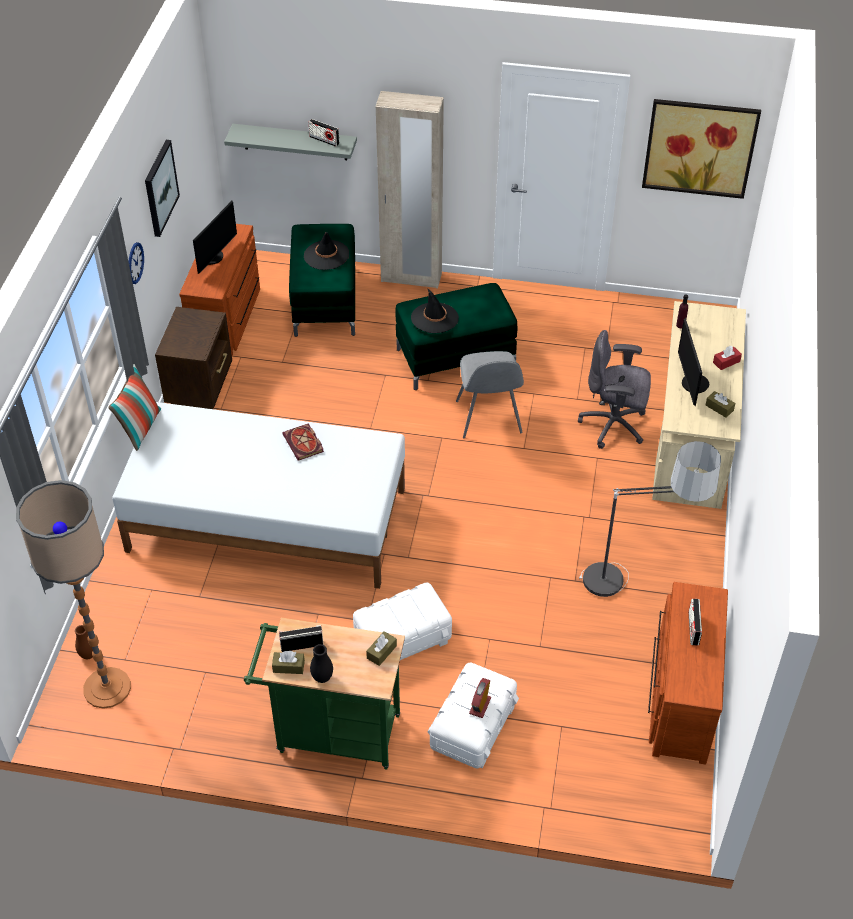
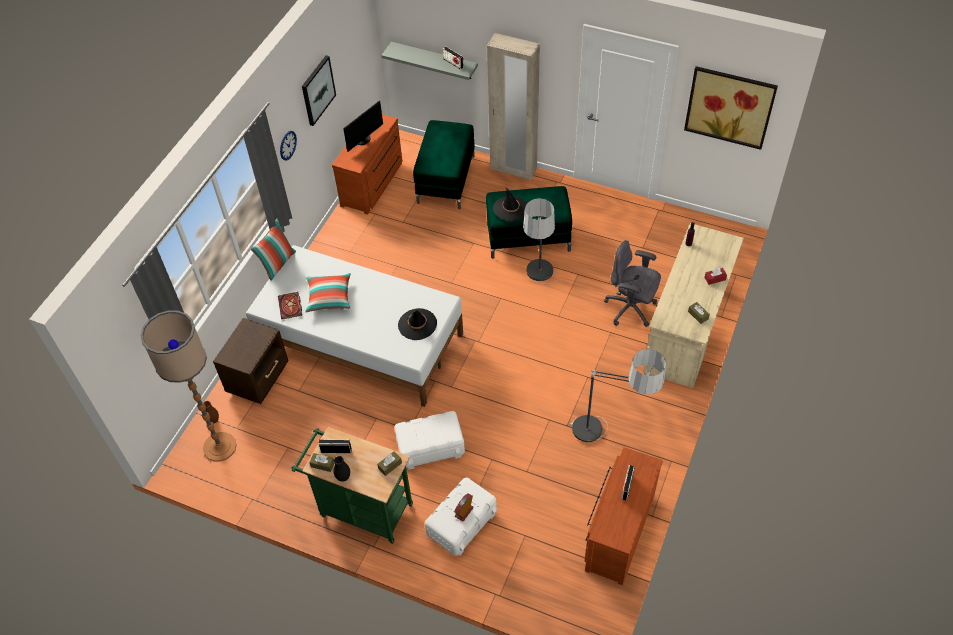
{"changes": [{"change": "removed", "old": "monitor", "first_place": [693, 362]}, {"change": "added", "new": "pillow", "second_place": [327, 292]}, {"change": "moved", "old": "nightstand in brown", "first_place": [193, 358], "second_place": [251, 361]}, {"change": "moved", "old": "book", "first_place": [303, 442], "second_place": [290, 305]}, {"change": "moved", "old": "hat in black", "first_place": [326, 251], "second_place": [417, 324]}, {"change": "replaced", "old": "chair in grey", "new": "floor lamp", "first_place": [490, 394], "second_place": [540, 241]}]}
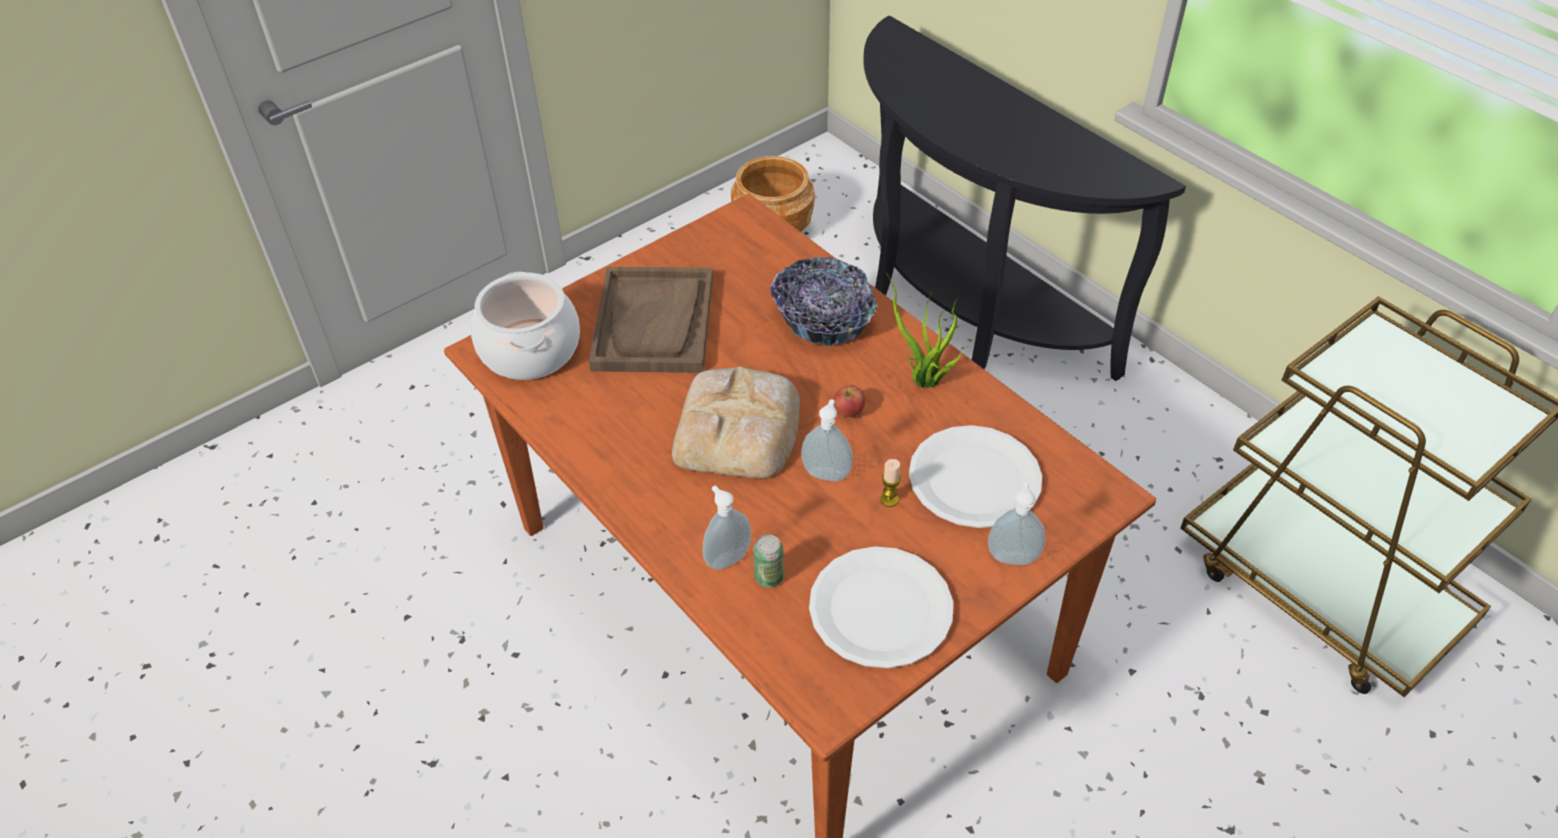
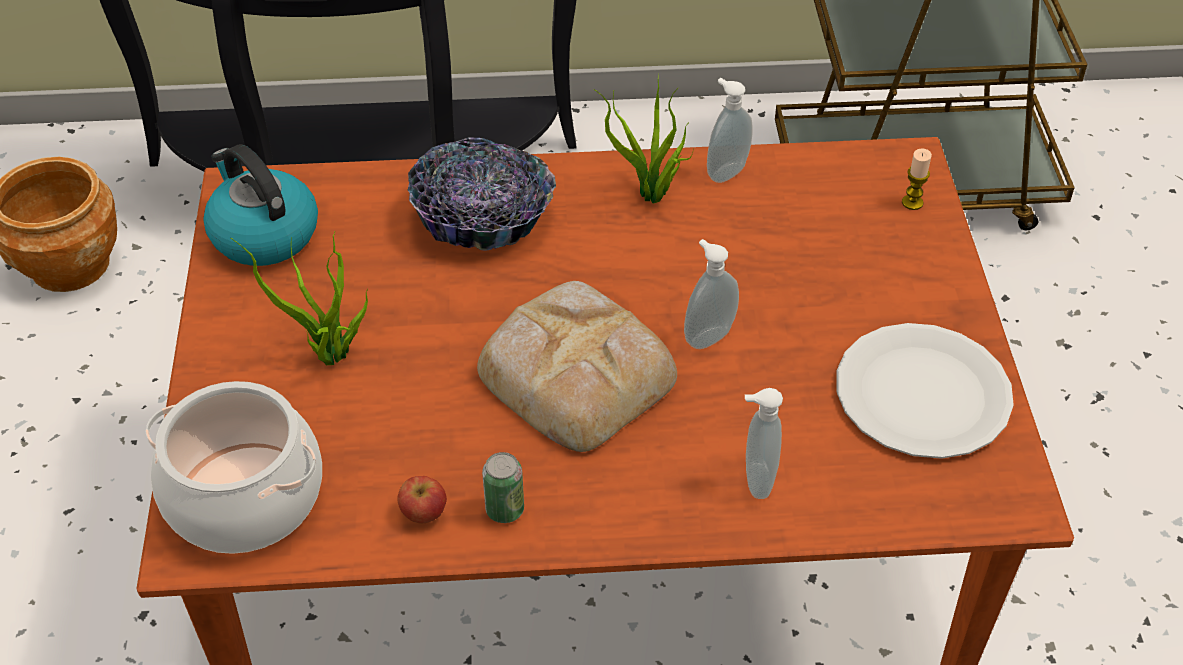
{"changes": [{"change": "removed", "old": "plate in white", "first_place": [975, 476]}, {"change": "added", "new": "kettle", "second_place": [260, 205]}, {"change": "moved", "old": "can", "first_place": [768, 561], "second_place": [503, 487]}, {"change": "moved", "old": "apple", "first_place": [849, 401], "second_place": [422, 500]}, {"change": "moved", "old": "candle", "first_place": [890, 483], "second_place": [917, 179]}, {"change": "moved", "old": "soap dispenser", "first_place": [1017, 523], "second_place": [730, 130]}, {"change": "replaced", "old": "tray in brown", "new": "potted plant", "first_place": [651, 320], "second_place": [299, 298]}]}
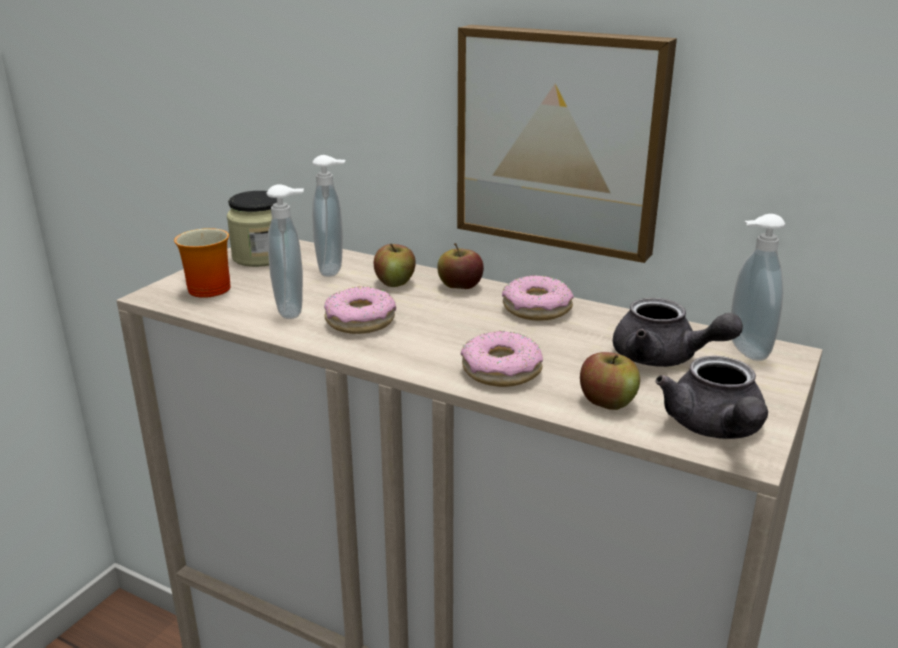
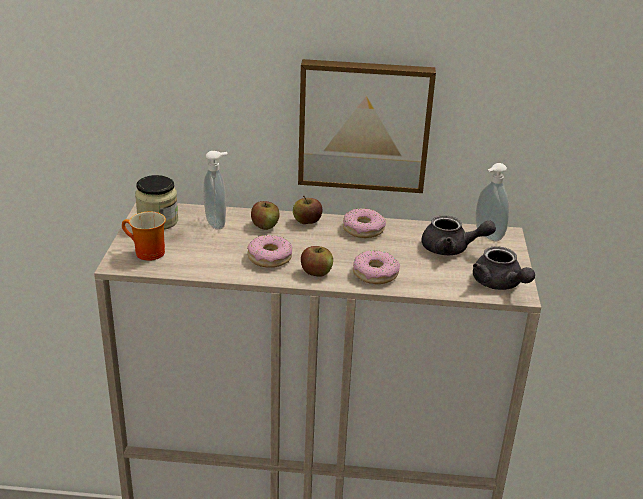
{"changes": [{"change": "removed", "old": "soap dispenser", "first_place": [285, 251]}, {"change": "moved", "old": "apple", "first_place": [610, 381], "second_place": [317, 261]}]}
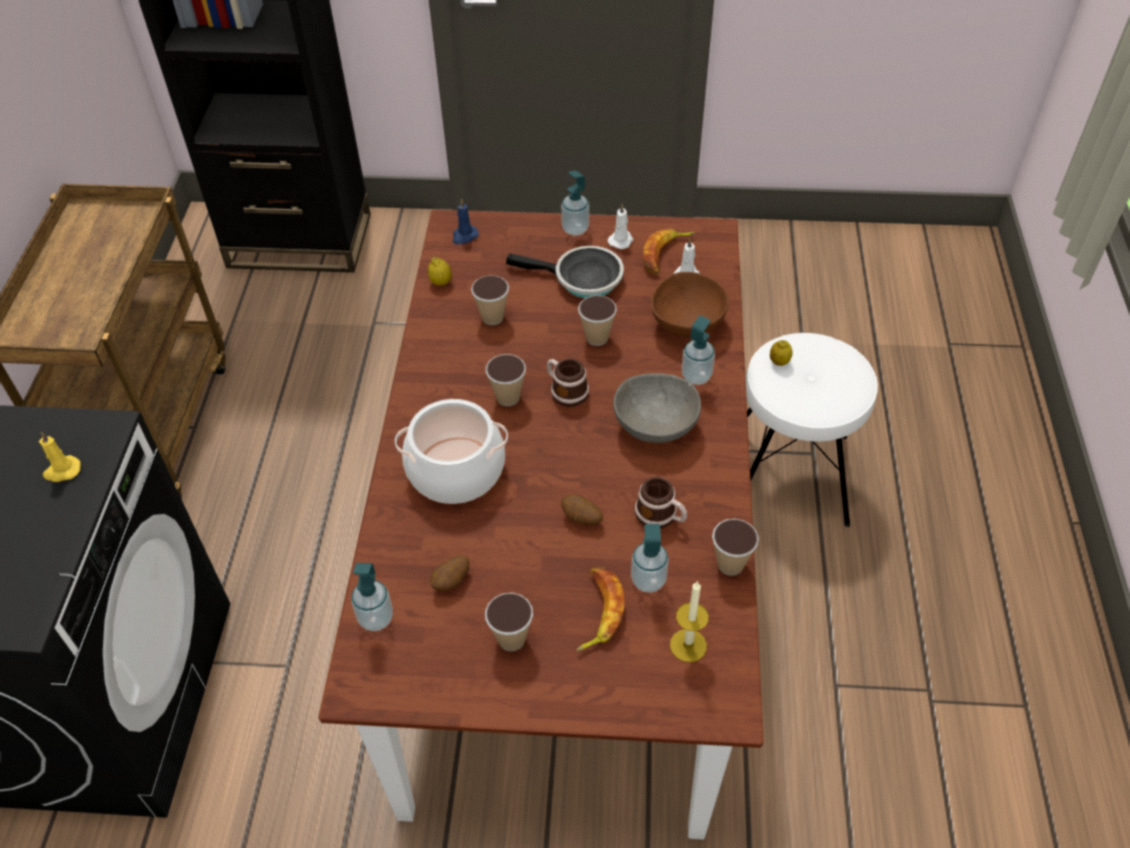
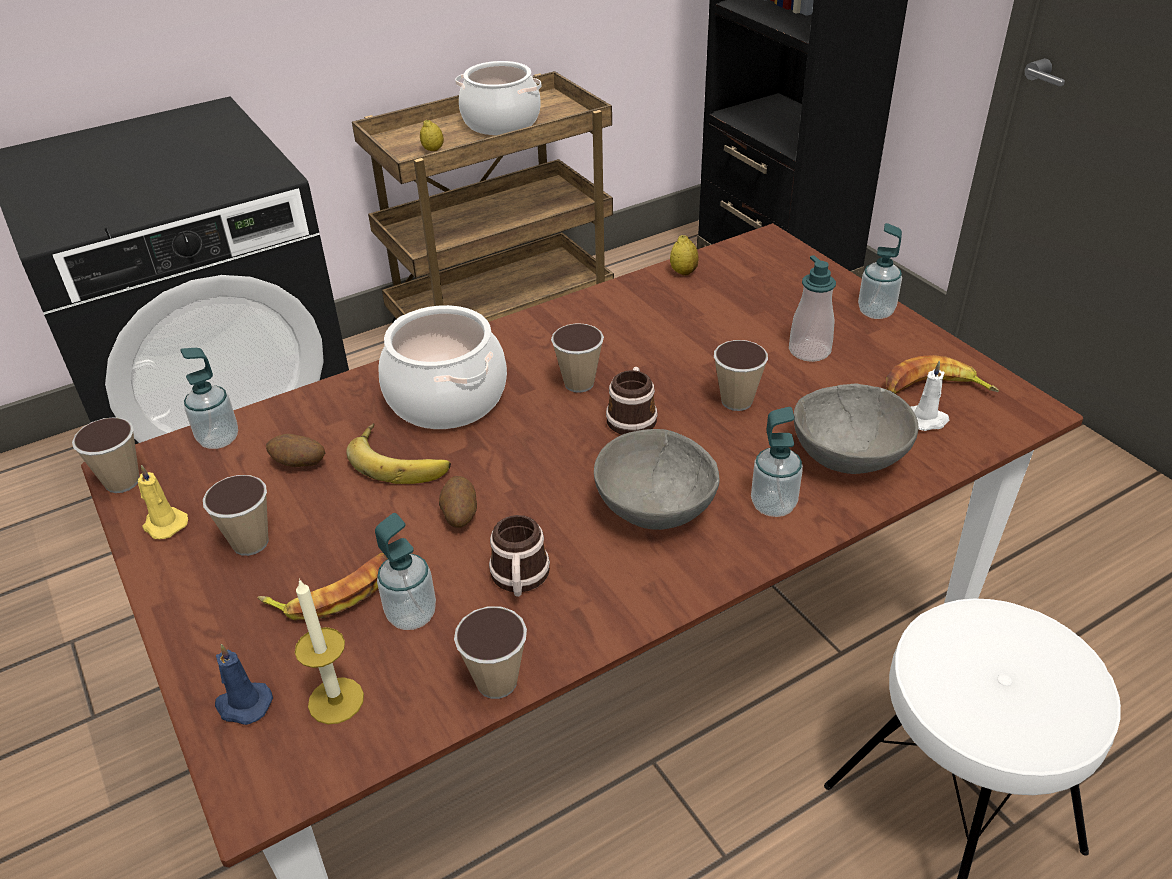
{"changes": [{"change": "removed", "old": "candle in white", "first_place": [621, 226]}, {"change": "added", "new": "banana", "second_place": [398, 453]}, {"change": "added", "new": "cooking pot", "second_place": [498, 98]}, {"change": "moved", "old": "candle in yellow", "first_place": [60, 457], "second_place": [163, 502]}, {"change": "moved", "old": "candle in blue", "first_place": [465, 221], "second_place": [244, 684]}, {"change": "moved", "old": "cup", "first_place": [490, 300], "second_place": [106, 455]}, {"change": "moved", "old": "lemon", "first_place": [781, 353], "second_place": [432, 135]}, {"change": "replaced", "old": "frying pan", "new": "soap dispenser", "first_place": [565, 272], "second_place": [812, 308]}, {"change": "recoloured", "old": "bowl in brown", "new": "bowl in grey", "first_place": [690, 304], "second_place": [856, 428]}]}
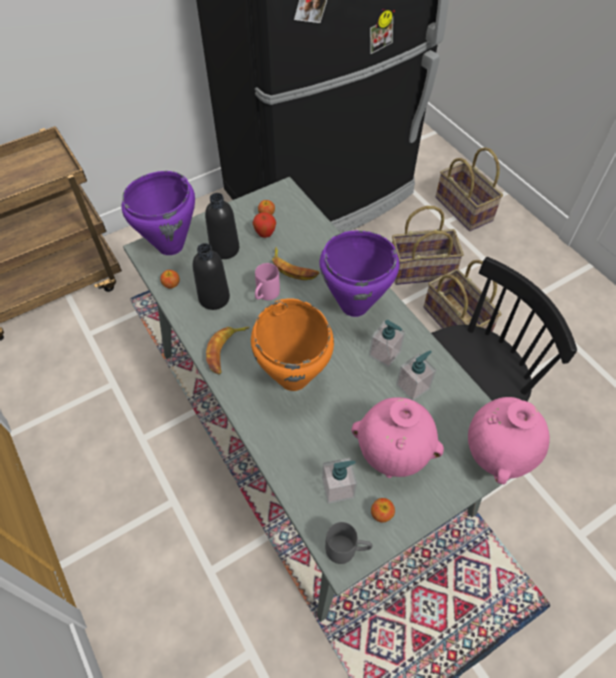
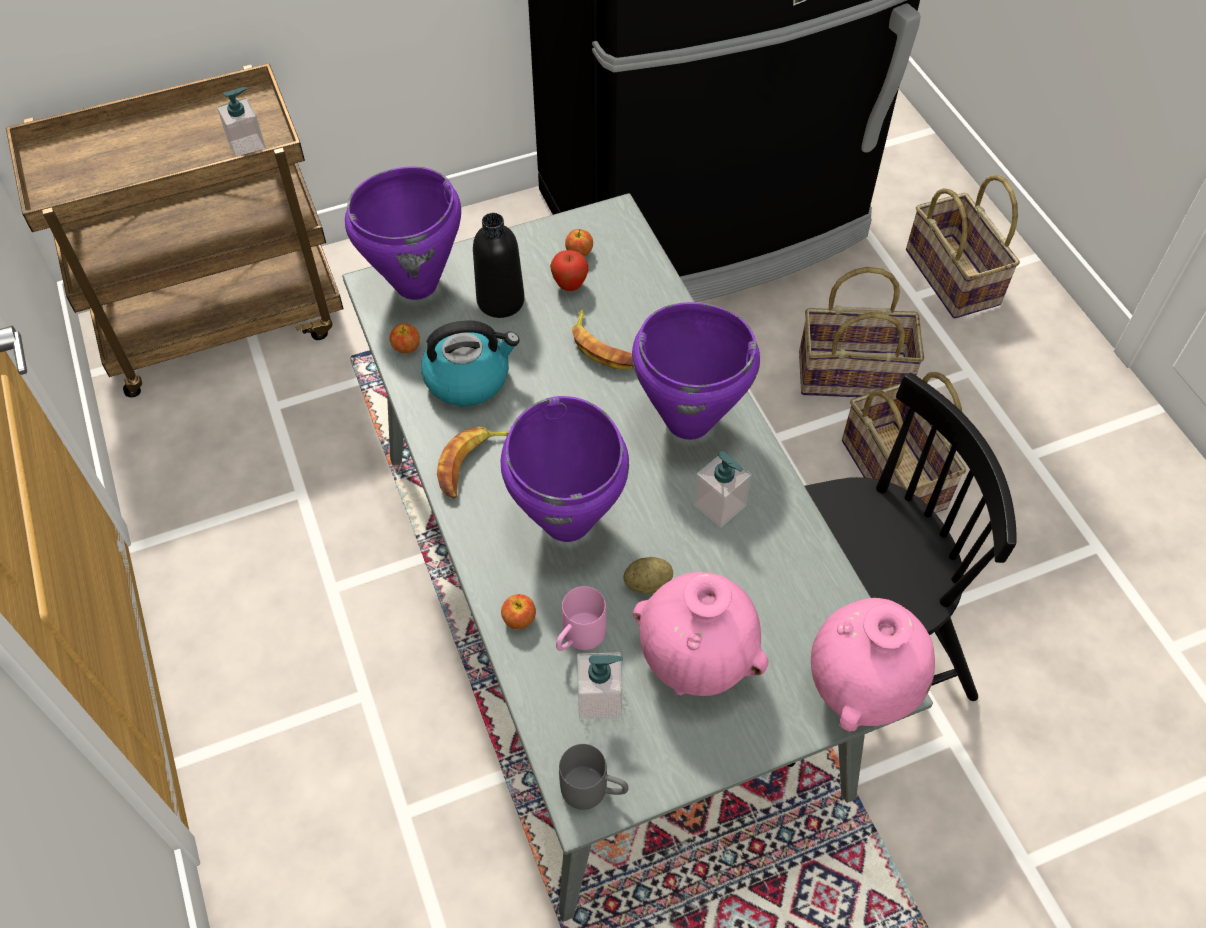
{"changes": [{"change": "added", "new": "potato", "second_place": [648, 575]}, {"change": "moved", "old": "mug in pink", "first_place": [267, 281], "second_place": [581, 618]}, {"change": "moved", "old": "apple", "first_place": [383, 510], "second_place": [518, 611]}, {"change": "moved", "old": "soap dispenser", "first_place": [416, 375], "second_place": [241, 122]}, {"change": "replaced", "old": "bottle in black", "new": "kettle", "first_place": [211, 276], "second_place": [470, 363]}, {"change": "recoloured", "old": "cooking pot in orange", "new": "cooking pot in purple", "first_place": [292, 345], "second_place": [565, 469]}]}
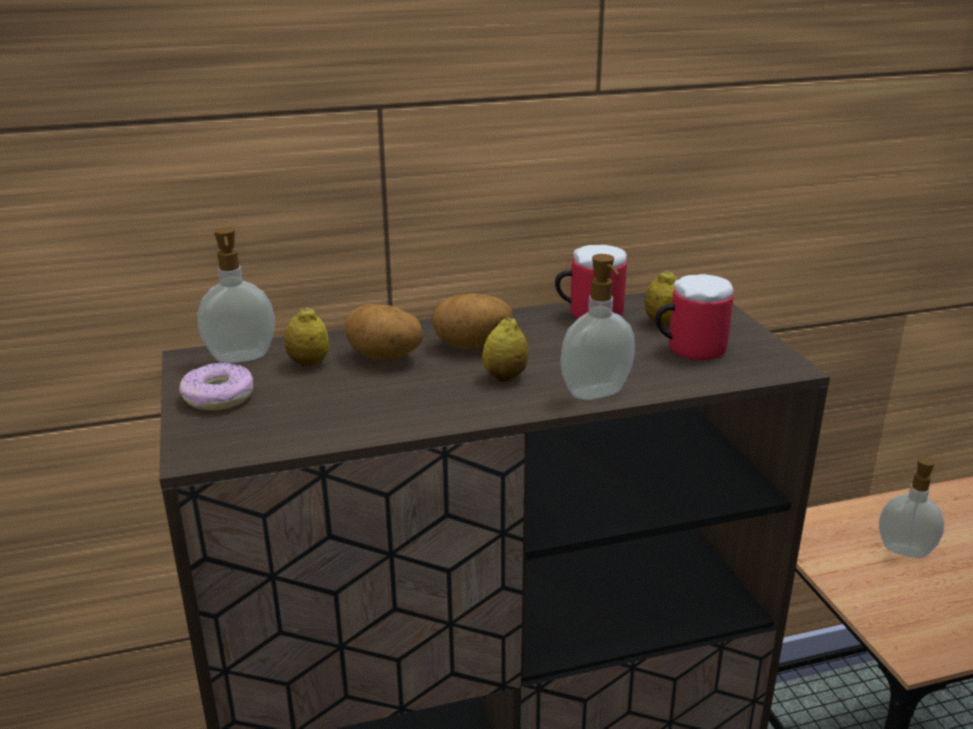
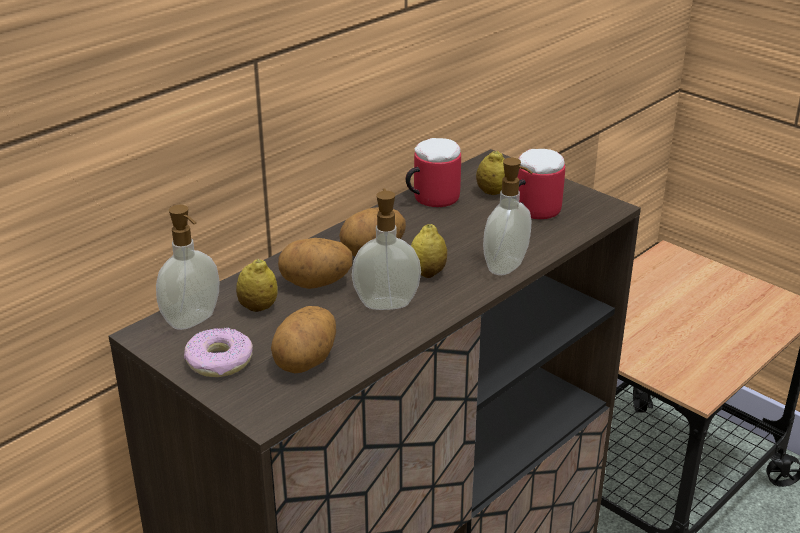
{"changes": [{"change": "added", "new": "potato", "second_place": [303, 339]}, {"change": "moved", "old": "soap dispenser", "first_place": [911, 506], "second_place": [386, 249]}]}
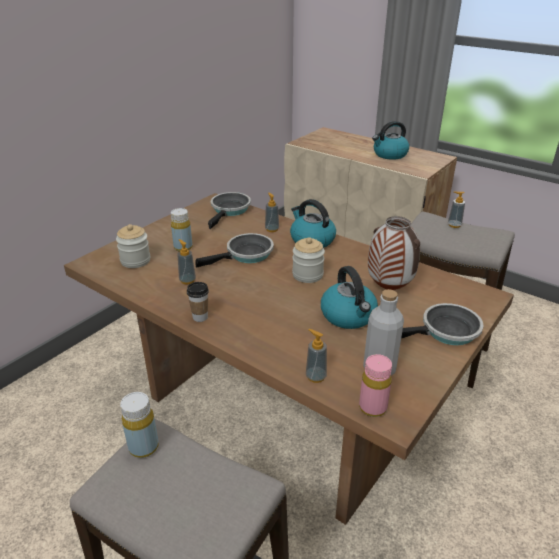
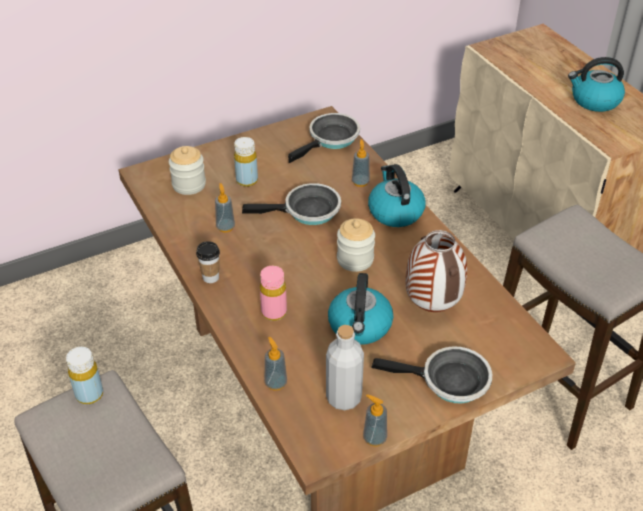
{"changes": [{"change": "moved", "old": "bottle in pink", "first_place": [375, 385], "second_place": [273, 293]}, {"change": "moved", "old": "soap dispenser", "first_place": [456, 210], "second_place": [375, 420]}]}
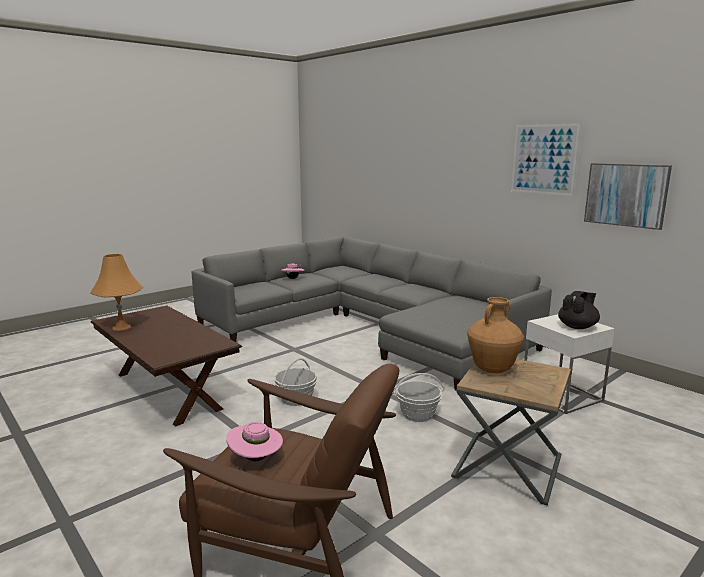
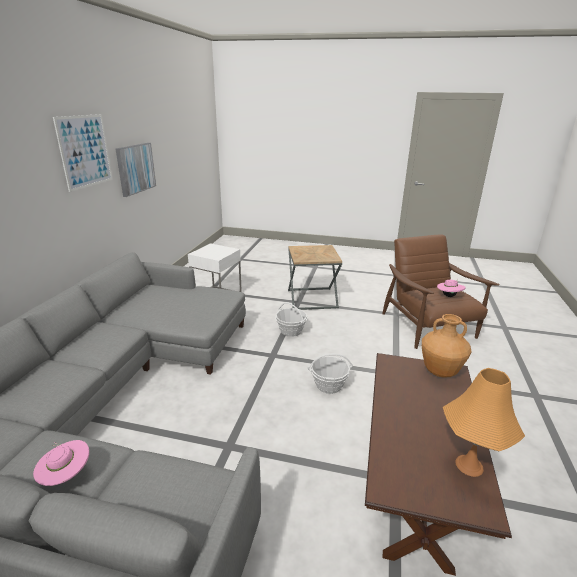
{"changes": [{"change": "removed", "old": "teapot in black", "first_place": [579, 310]}, {"change": "moved", "old": "vase in brown", "first_place": [495, 335], "second_place": [447, 346]}]}
